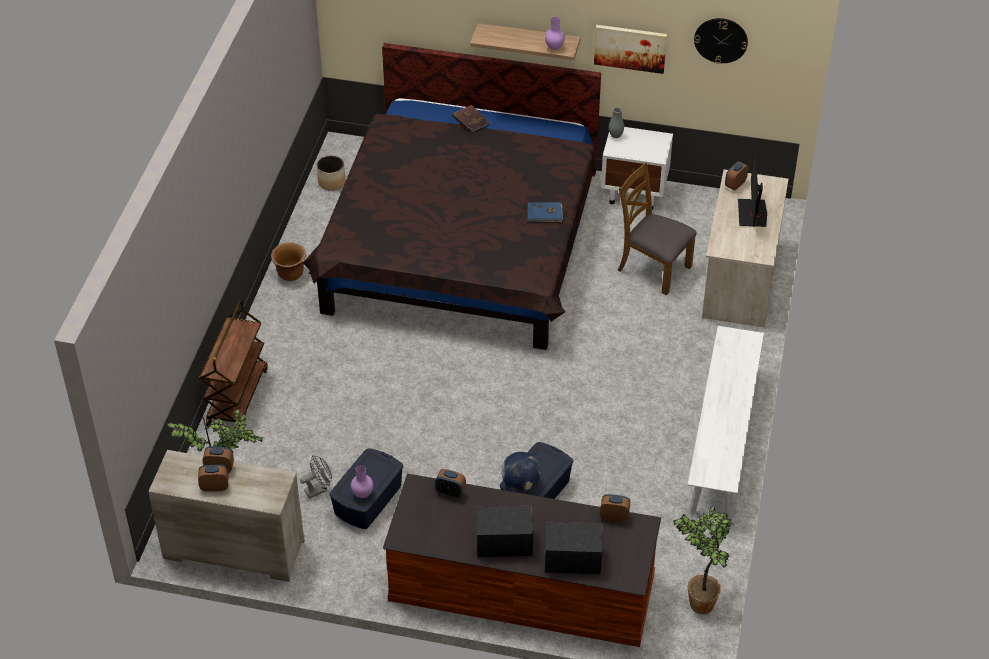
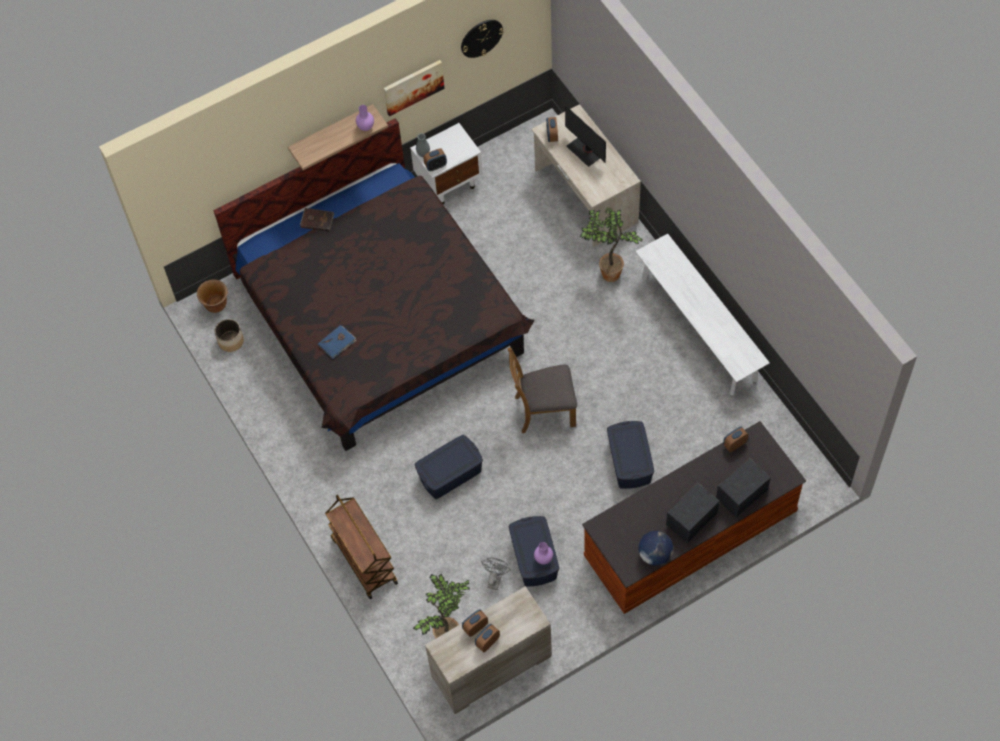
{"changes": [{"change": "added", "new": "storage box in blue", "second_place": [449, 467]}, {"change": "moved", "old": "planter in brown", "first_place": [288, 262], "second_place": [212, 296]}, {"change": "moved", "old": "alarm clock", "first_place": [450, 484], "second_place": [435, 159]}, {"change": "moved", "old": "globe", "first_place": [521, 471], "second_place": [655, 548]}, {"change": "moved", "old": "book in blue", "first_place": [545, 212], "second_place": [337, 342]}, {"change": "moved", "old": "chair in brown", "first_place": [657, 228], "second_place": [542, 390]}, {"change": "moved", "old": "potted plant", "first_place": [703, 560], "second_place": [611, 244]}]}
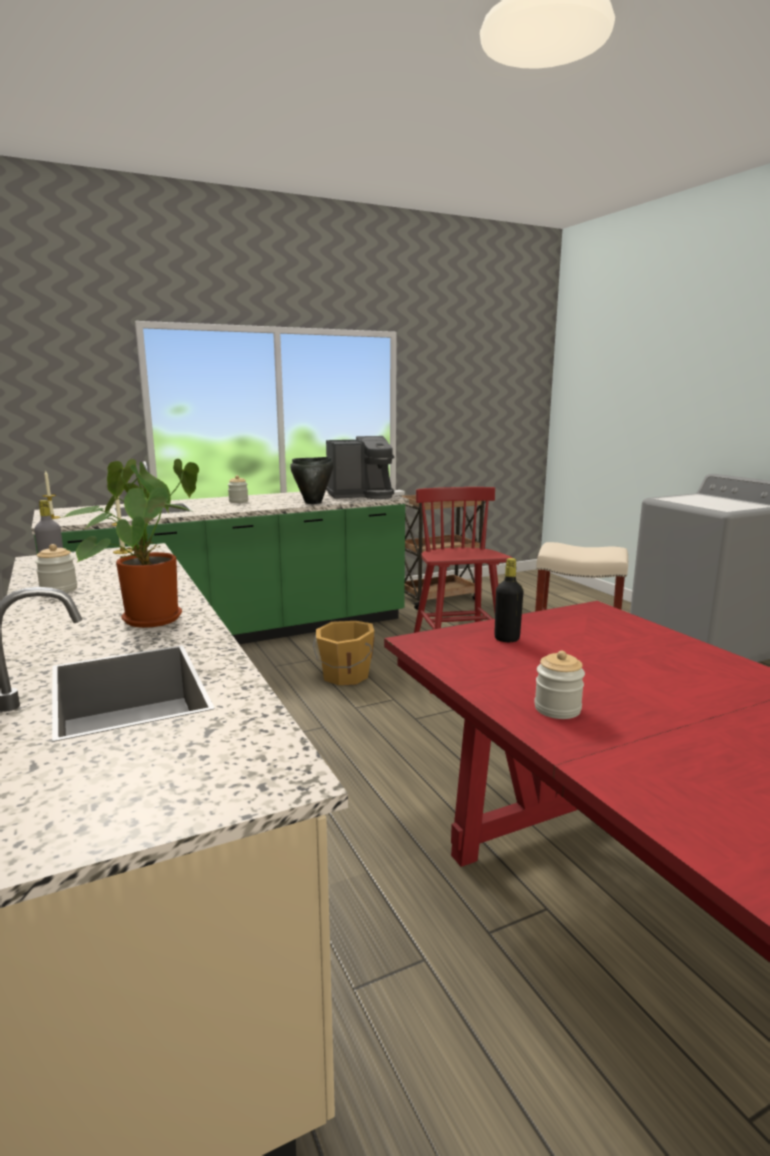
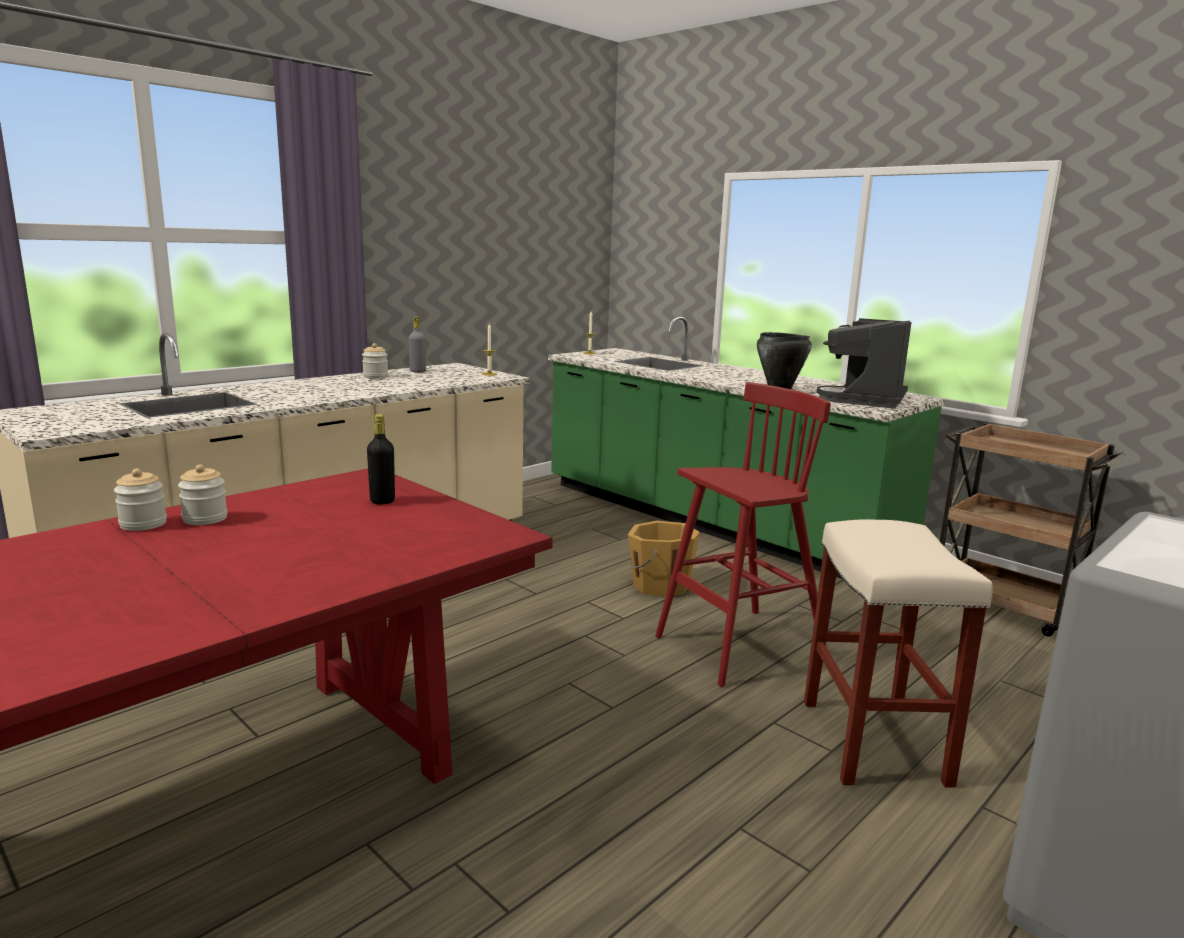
{"changes": [{"change": "removed", "old": "potted plant", "first_place": [129, 543]}, {"change": "moved", "old": "jar", "first_place": [238, 489], "second_place": [140, 500]}, {"change": "turned", "old": "coffee machine", "first_place": [360, 467], "second_place": [864, 363], "degrees": 60}]}
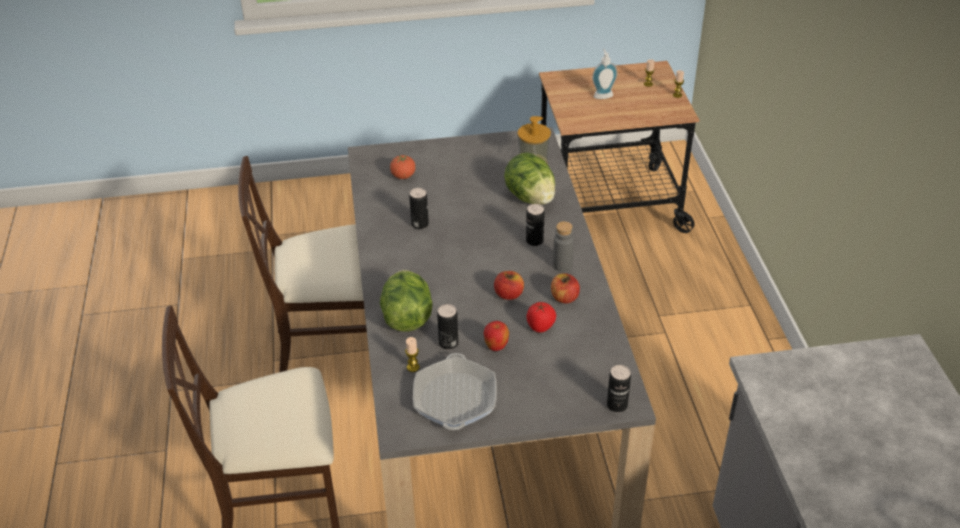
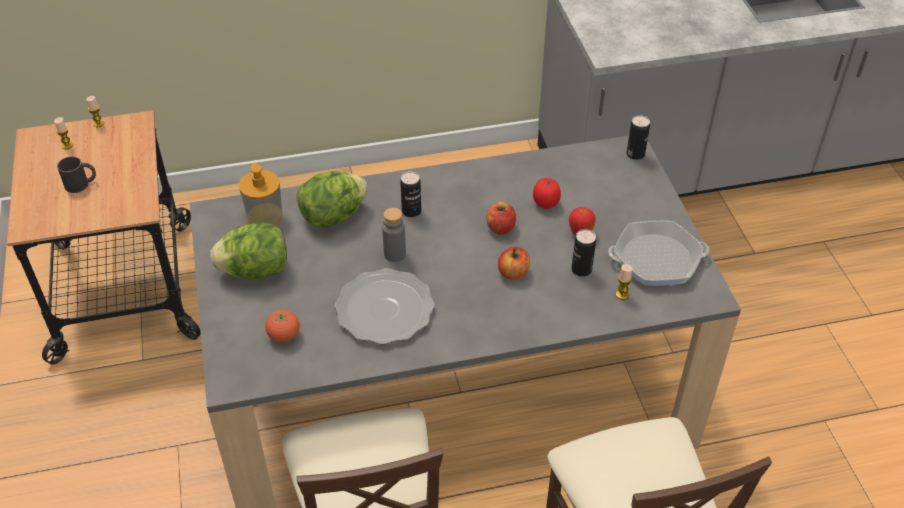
{"changes": [{"change": "moved", "old": "lettuce", "first_place": [406, 301], "second_place": [248, 250]}, {"change": "moved", "old": "apple", "first_place": [565, 289], "second_place": [514, 263]}, {"change": "moved", "old": "bottle in grey", "first_place": [563, 246], "second_place": [394, 235]}, {"change": "replaced", "old": "can", "new": "plate", "first_place": [419, 208], "second_place": [385, 306]}, {"change": "replaced", "old": "soap dispenser", "new": "mug in black", "first_place": [605, 74], "second_place": [76, 174]}]}
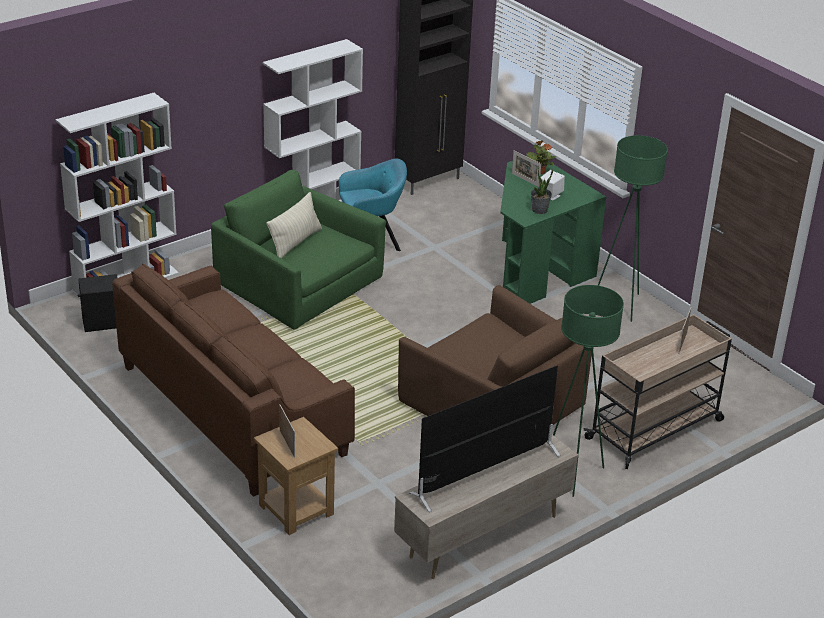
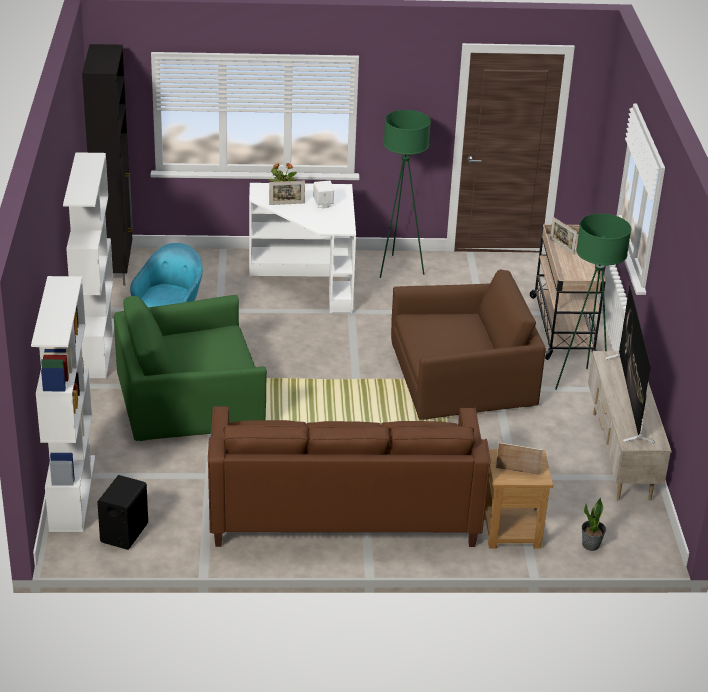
{"changes": [{"change": "removed", "old": "pillow in beige", "first_place": [294, 225]}, {"change": "moved", "old": "potted plant", "first_place": [542, 189], "second_place": [594, 524]}, {"change": "recoloured", "old": "desk in green", "new": "desk in white", "first_place": [553, 228], "second_place": [302, 248]}]}
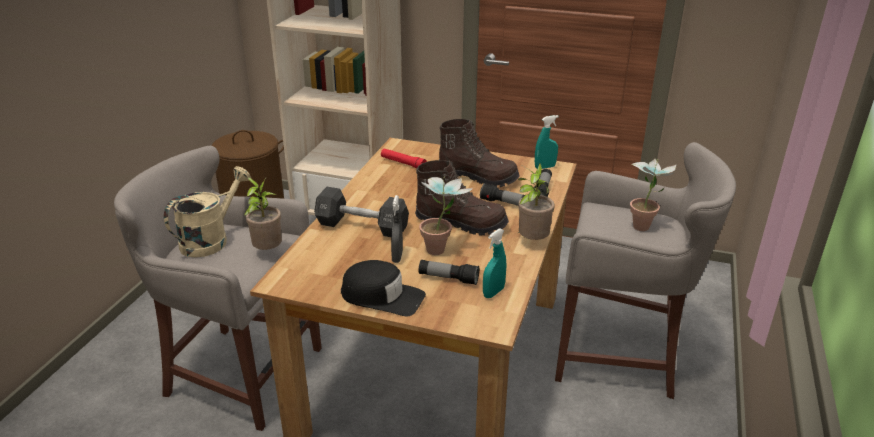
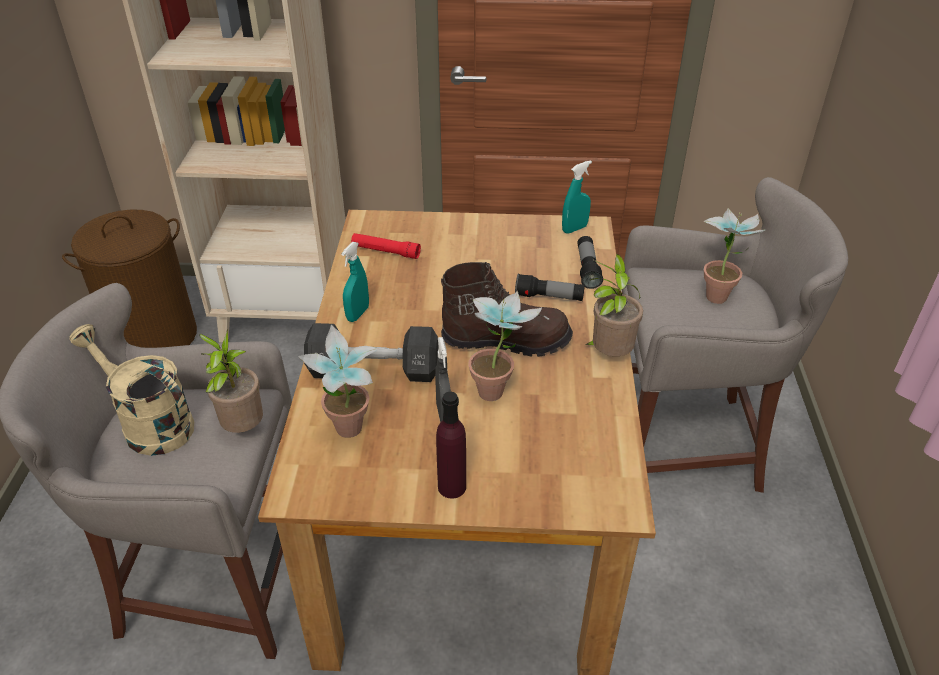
{"changes": [{"change": "removed", "old": "flashlight", "first_place": [449, 272]}, {"change": "removed", "old": "boot in brown", "first_place": [479, 153]}, {"change": "added", "new": "potted plant", "second_place": [338, 381]}, {"change": "moved", "old": "spray bottle in turquoise", "first_place": [495, 263], "second_place": [355, 282]}, {"change": "replaced", "old": "cap in black", "new": "bottle in purple", "first_place": [383, 288], "second_place": [451, 445]}, {"change": "turned", "old": "watering can in beige", "first_place": [207, 212], "second_place": [131, 390], "degrees": -75}]}
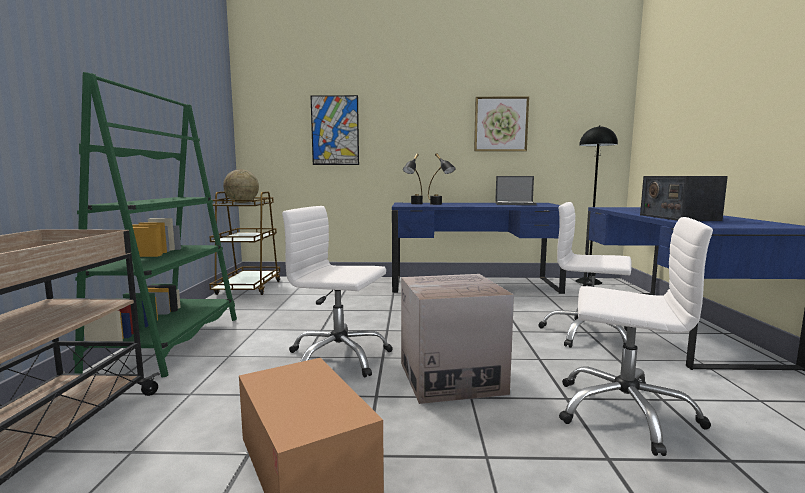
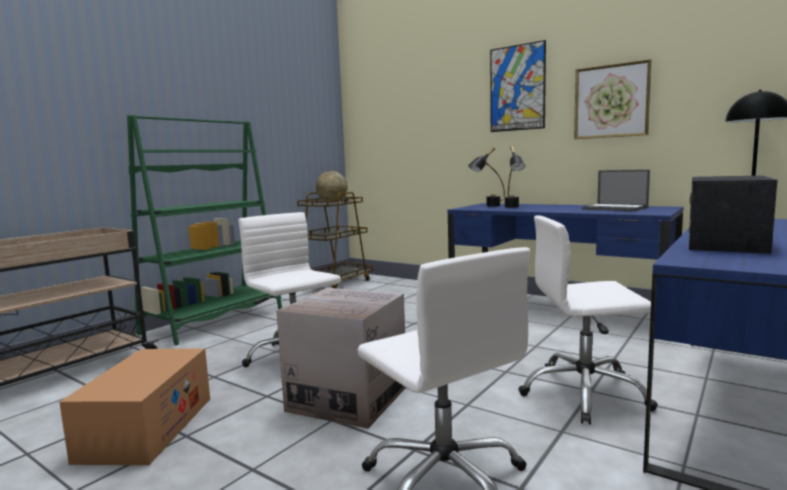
{"changes": [{"change": "moved", "old": "picture", "first_place": [335, 130], "second_place": [518, 86]}, {"change": "turned", "old": "office chair in white", "first_place": [585, 275], "second_place": [588, 319], "degrees": -60}]}
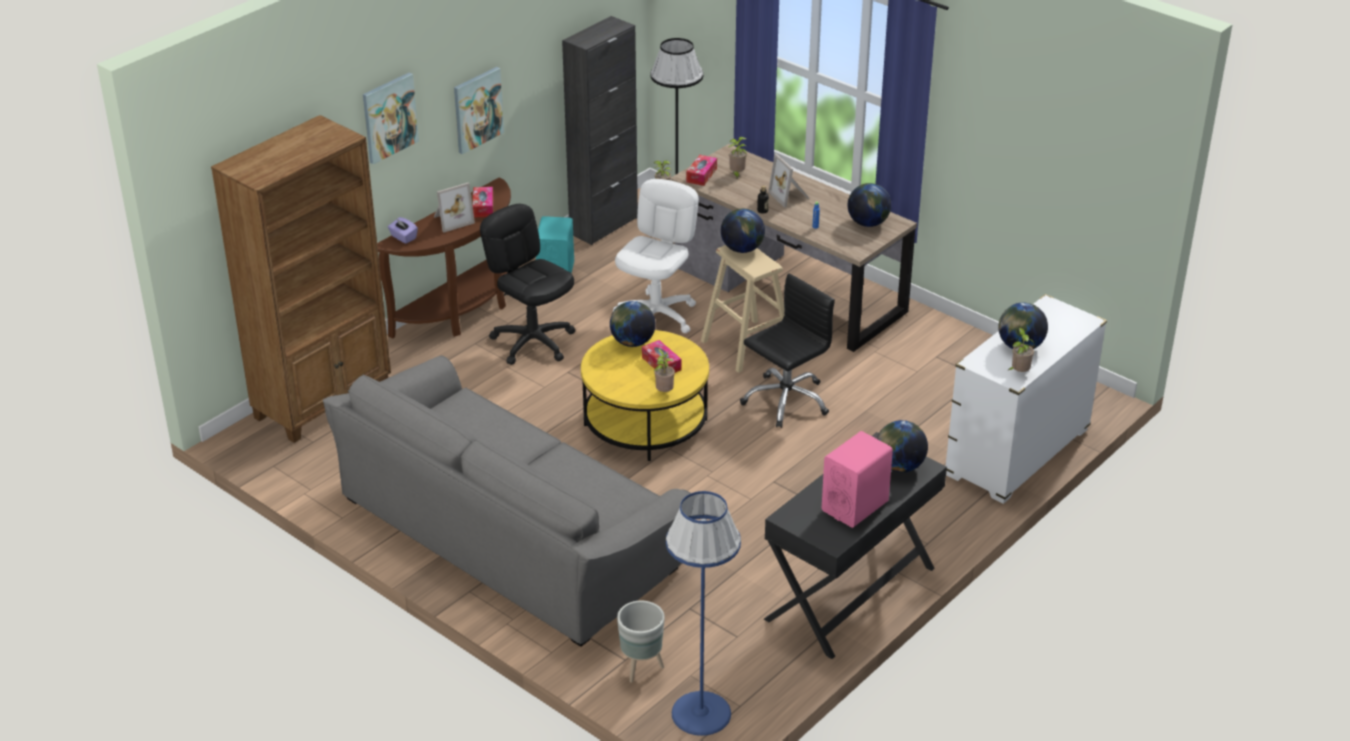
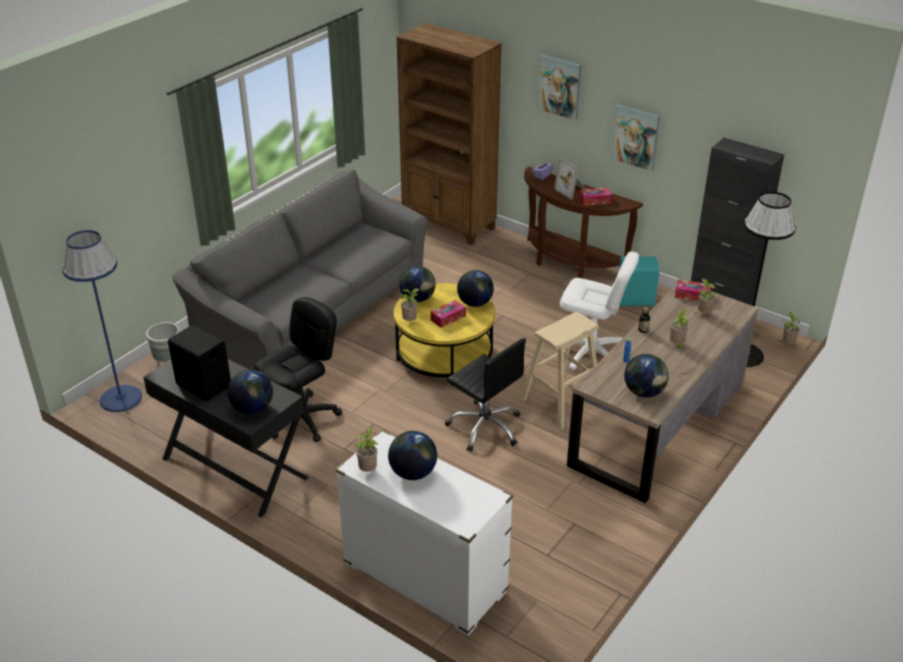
{"changes": [{"change": "moved", "old": "office chair in black", "first_place": [527, 284], "second_place": [298, 369]}, {"change": "moved", "old": "globe", "first_place": [743, 231], "second_place": [417, 284]}, {"change": "replaced", "old": "picture frame", "new": "potted plant", "first_place": [789, 181], "second_place": [678, 329]}, {"change": "recoloured", "old": "speaker in pink", "new": "speaker in black", "first_place": [857, 479], "second_place": [199, 363]}]}
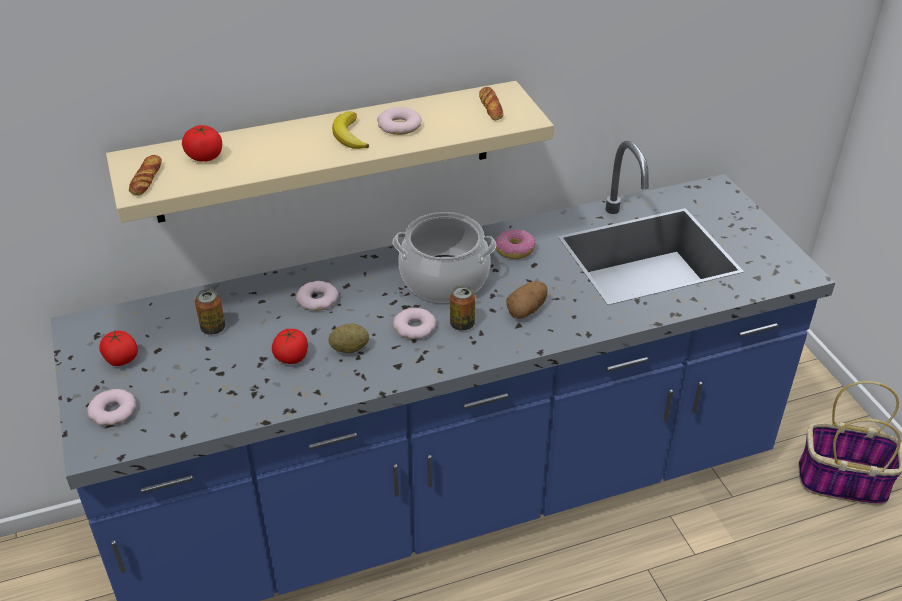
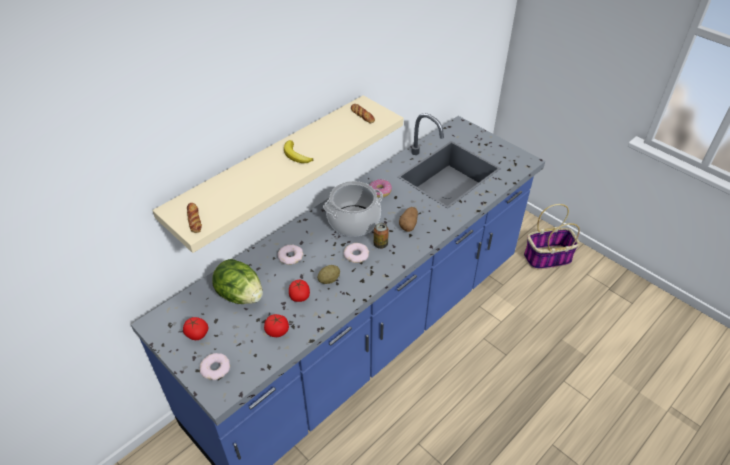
{"changes": [{"change": "removed", "old": "donut", "first_place": [399, 121]}, {"change": "moved", "old": "tomato", "first_place": [202, 143], "second_place": [276, 325]}, {"change": "replaced", "old": "can", "new": "lettuce", "first_place": [210, 312], "second_place": [237, 281]}]}
